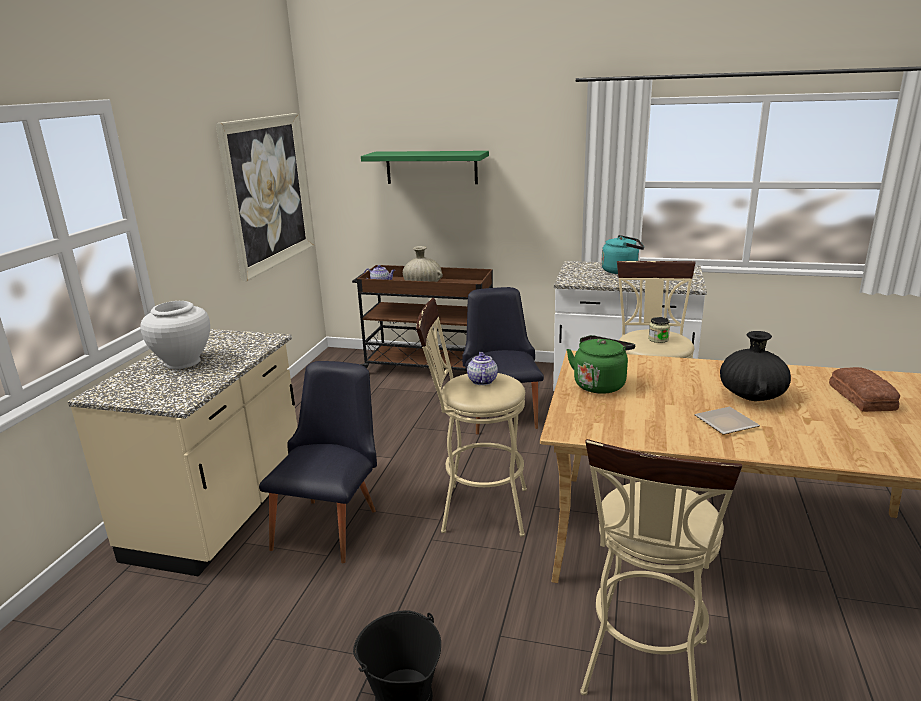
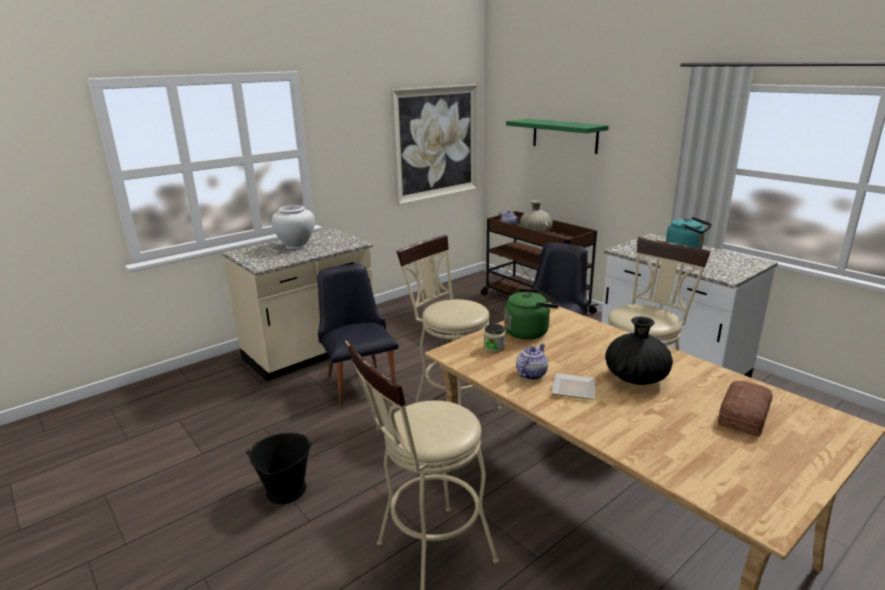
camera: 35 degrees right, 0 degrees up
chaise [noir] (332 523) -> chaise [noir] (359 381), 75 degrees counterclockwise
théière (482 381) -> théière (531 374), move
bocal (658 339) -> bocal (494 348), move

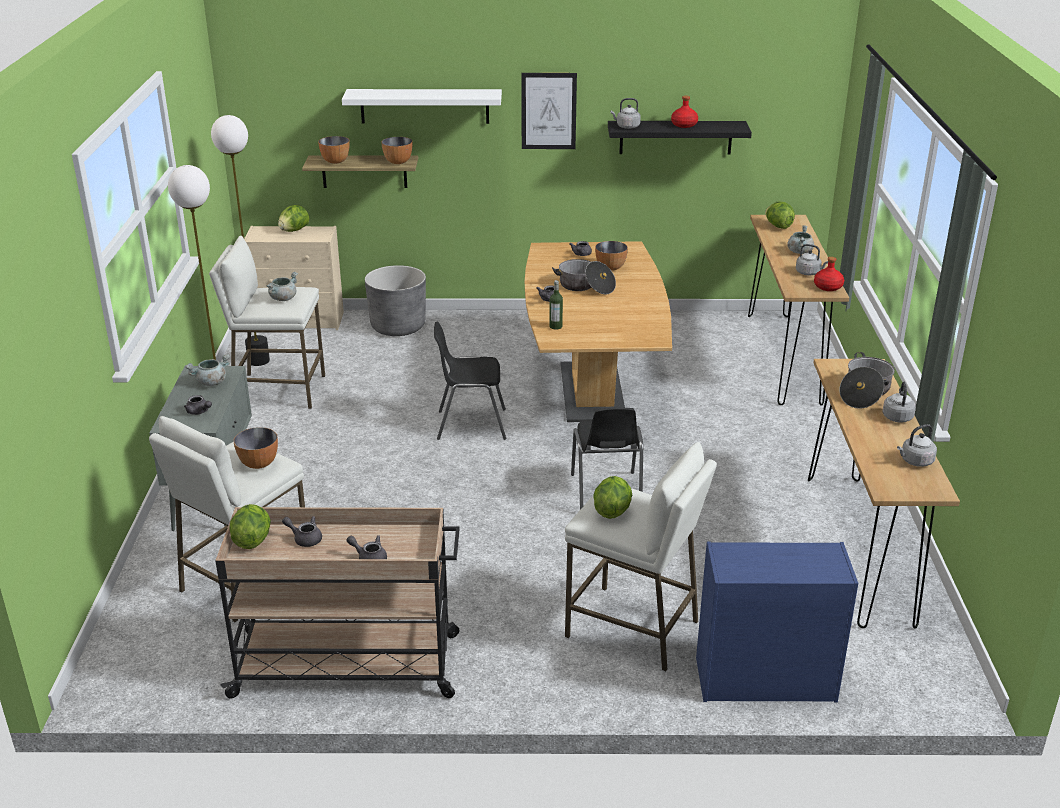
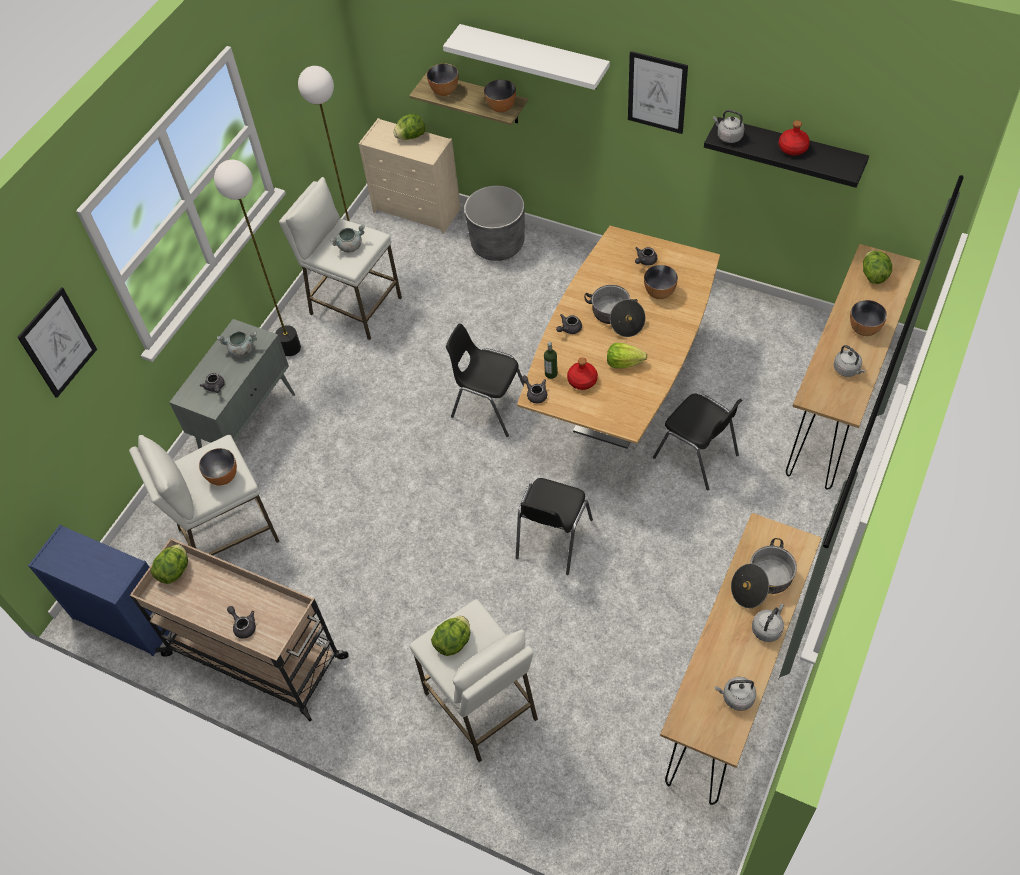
camera: 30 degrees right, 25 degrees up
théière [gris] (305 538) -> théière [gris] (535 394), move
commode [bleu] (763 679) -> commode [bleu] (125 616), move
marmite [gris] (799 251) -> bol (864 329)
bouteille [rouge] (828 287) -> bouteille [rouge] (582 381), move
none -> tableau (58 343)
none -> laitue (624 362)
none -> chaise [noir] (696 456)

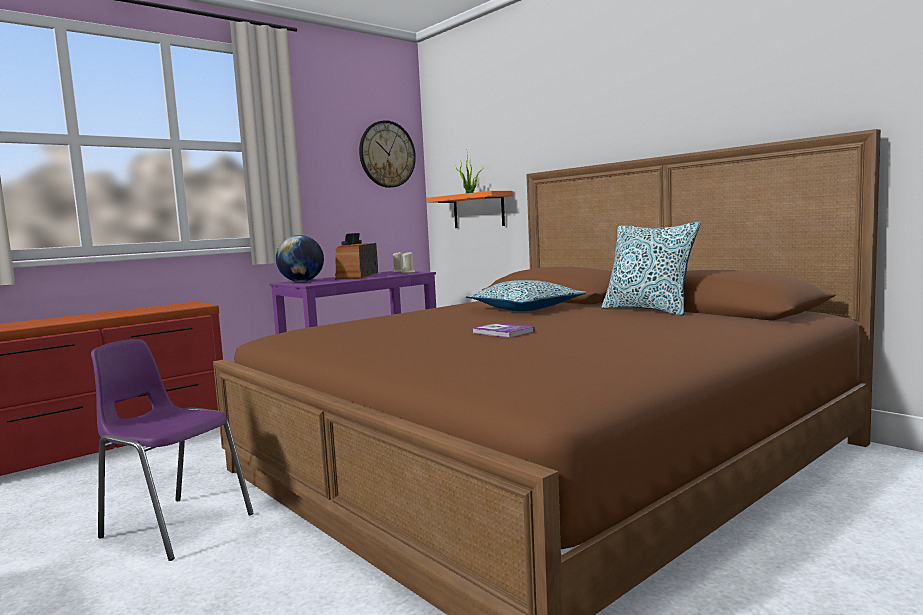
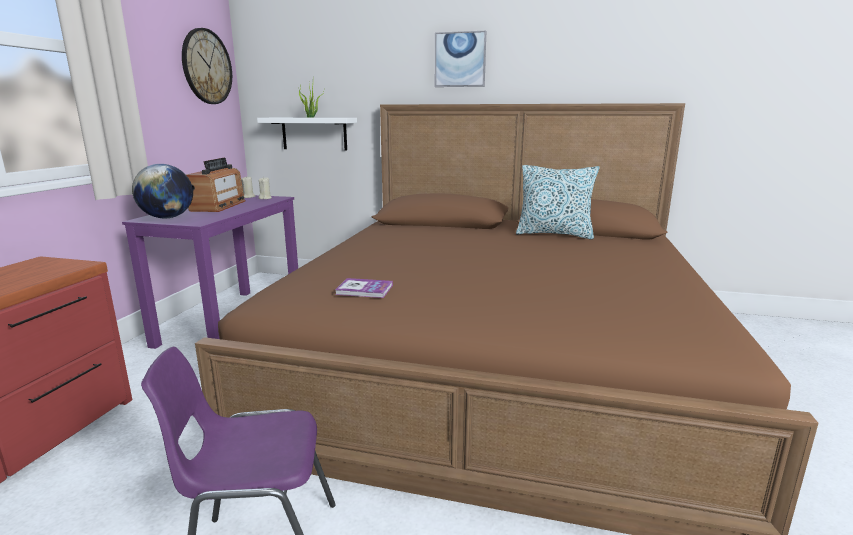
camera: 35 degrees left, 10 degrees up
radio (357 276) -> radio (218 206), 150 degrees counterclockwise
étagère [orange] (478 210) -> étagère [blanc] (314 133)
coussin (525 309) -> none
livre (503 332) -> livre (364 290), move
none -> tableau (460 59)

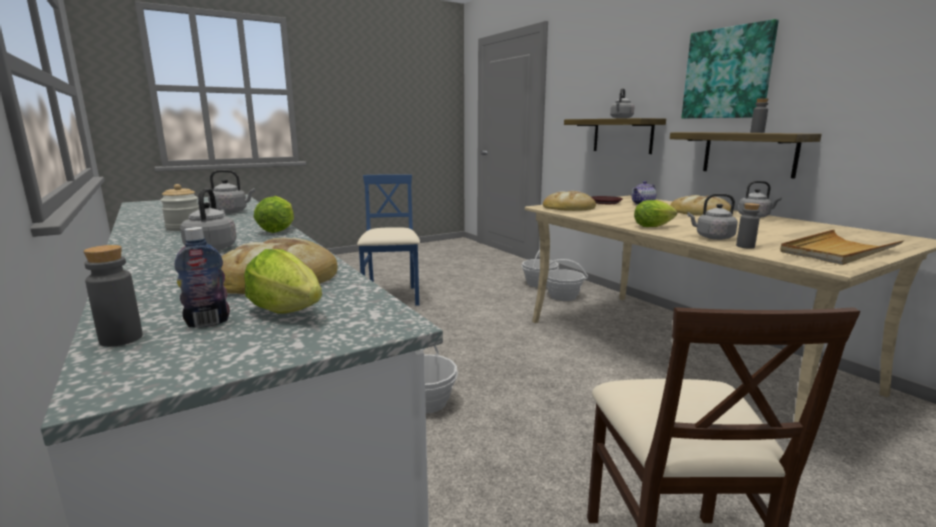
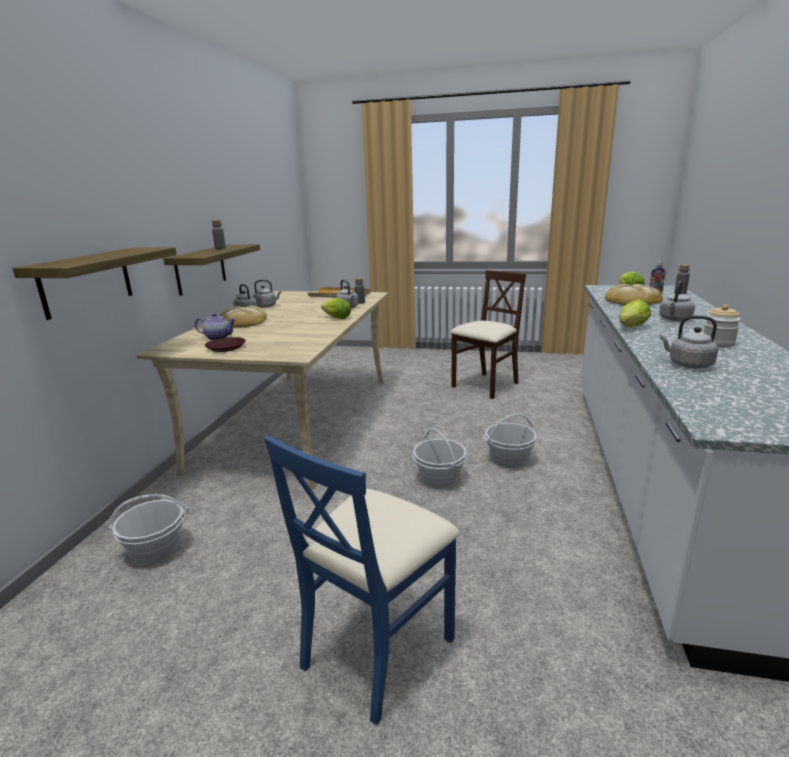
camera: 135 degrees left, 5 degrees up
pain (569 207) -> none
panier (563 296) -> panier (439 478), move
bouilloire [gris] (621 118) -> bouilloire [gris] (267 306), move
tableau (727 73) -> none

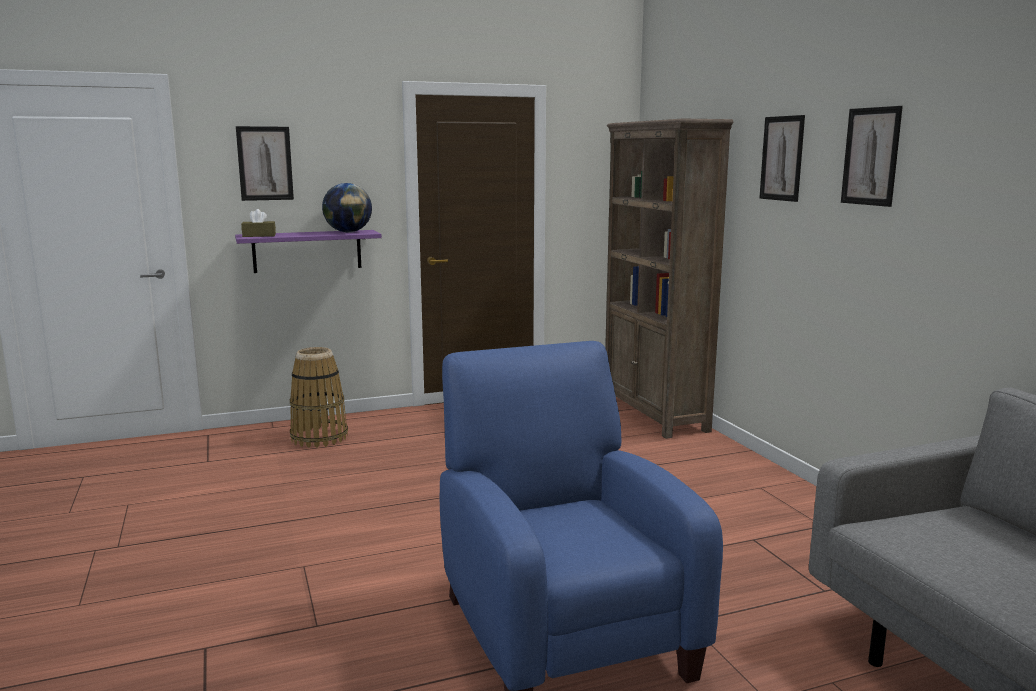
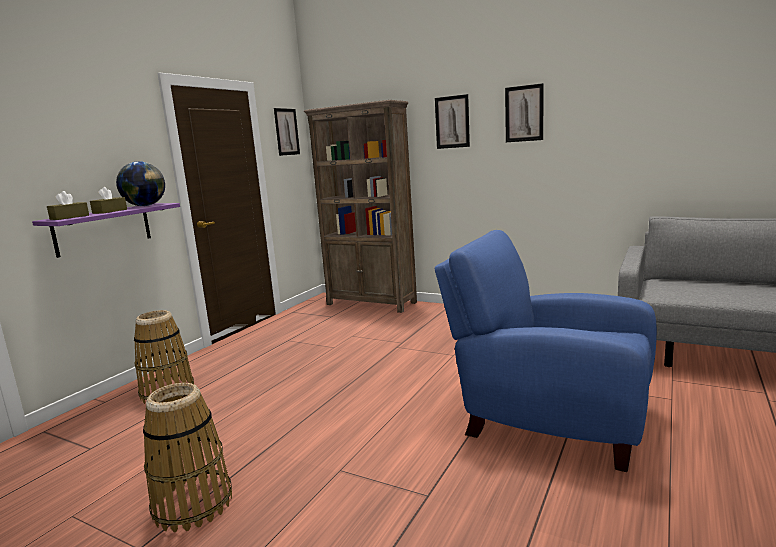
camera: 40 degrees left, 0 degrees up
tableau (265 163) -> tableau (286 132), move
none -> boîte à mouchoirs [marron] (110 211)
none -> panier (193 504)

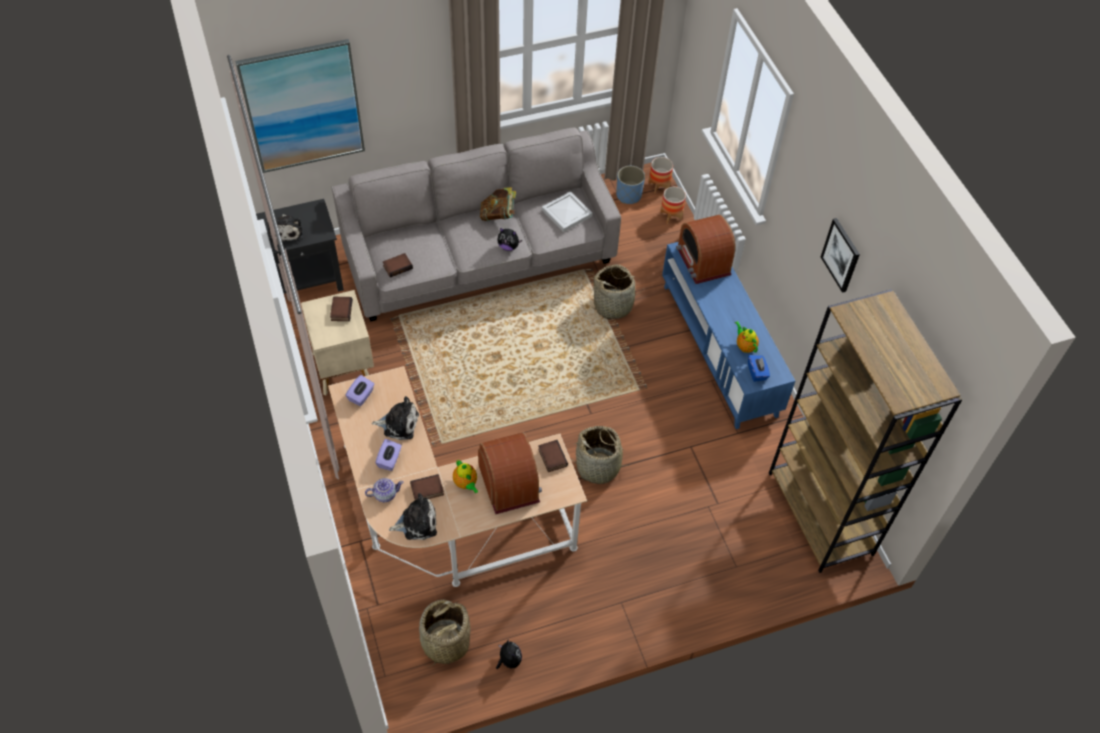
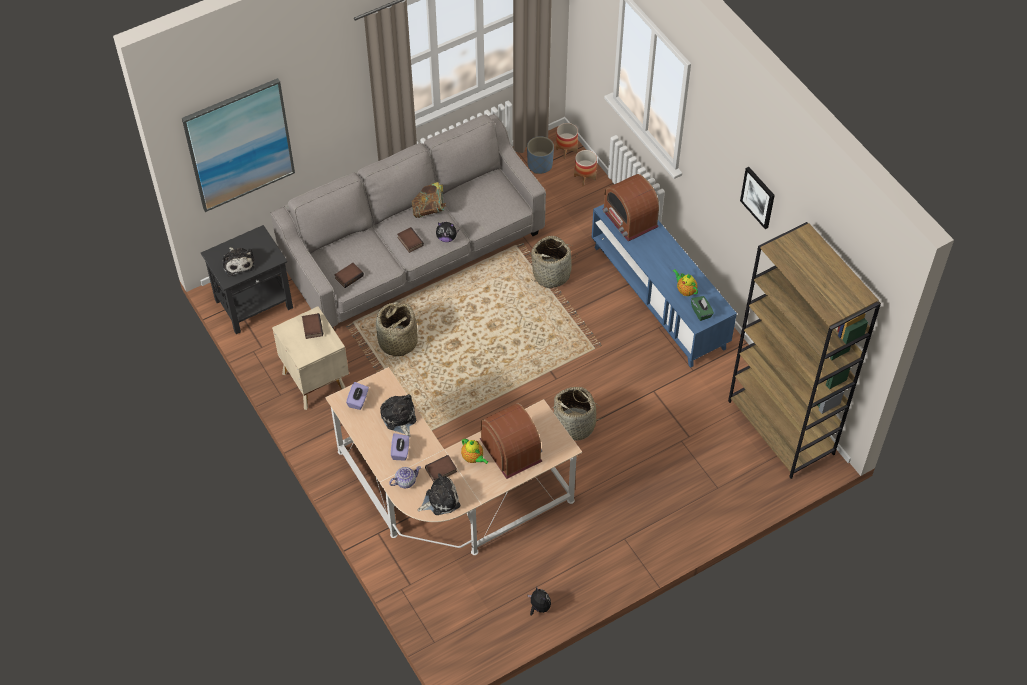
camera: 10 degrees left, 0 degrees up
peluche (398 423) -> peluche (399 418), 105 degrees counterclockwise
panier (445 642) -> panier (397 342), move
livre (551 457) -> livre (409 241), move
plateau [blanc] (567 213) -> none
boîte à mouchoirs [bleu] (757 372) -> boîte à mouchoirs [vert] (701 312)

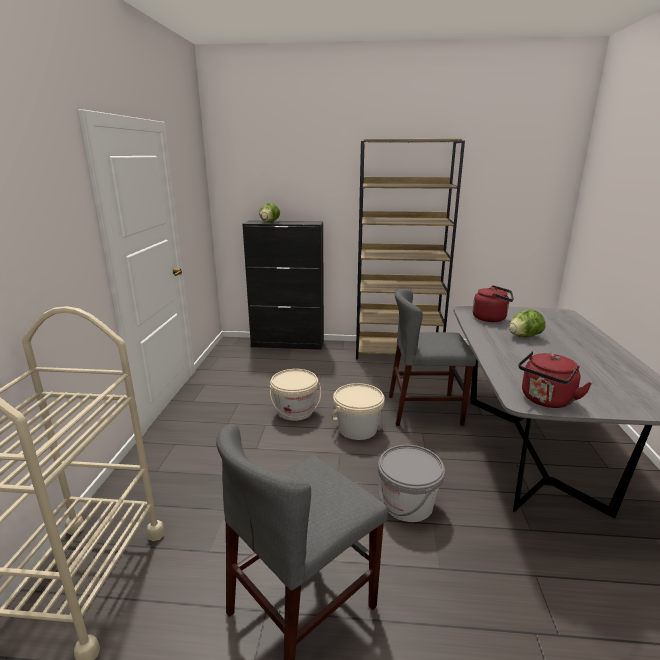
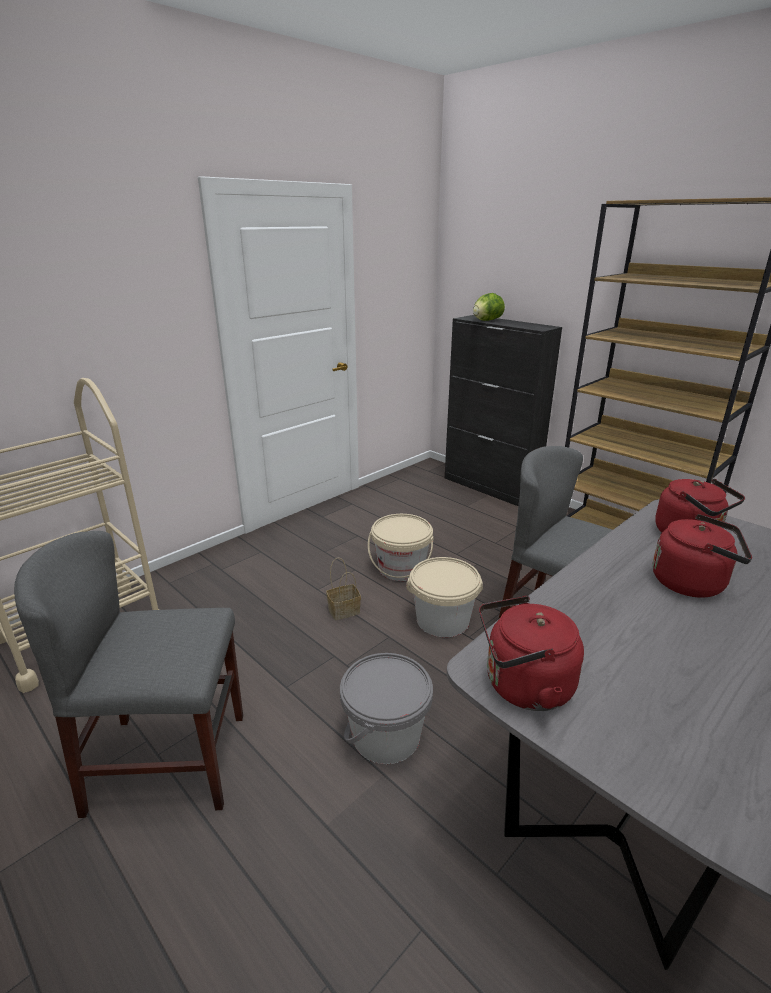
camera: 40 degrees right, 5 degrees up
laitue (524 336) -> bouilloire [rouge] (692 583)
none -> panier (344 610)

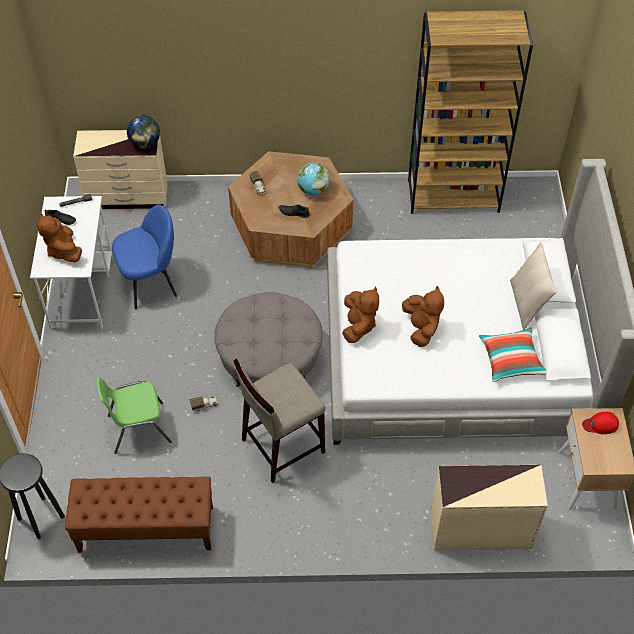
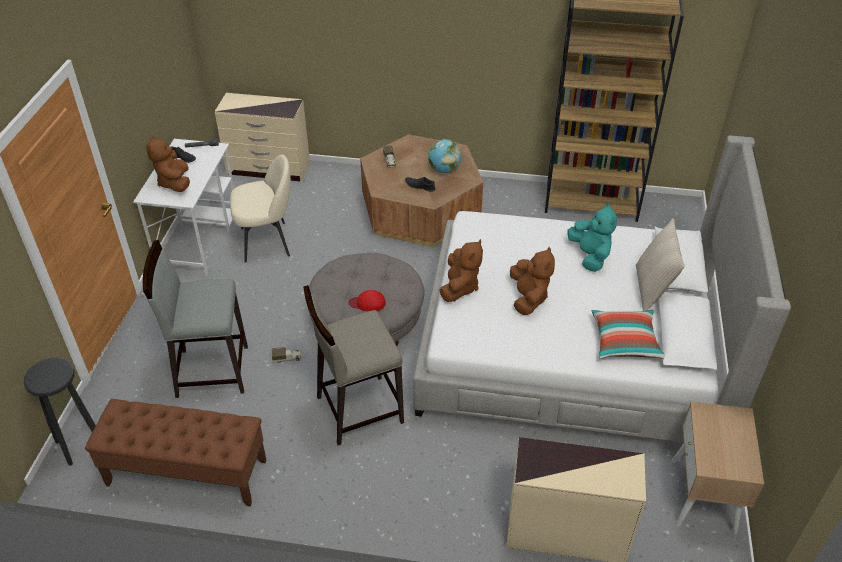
camera: 10 degrees right, 10 degrees down
chaise [vert] (138 428) -> tabouret [gris] (211 370)
chaise [bleu] (150 283) -> chaise [beige] (267 241)
globe (145 144) -> none
casquette [rouge] (600 424) -> casquette [rouge] (367 303), move
none -> peluche [turquoise] (590 256)

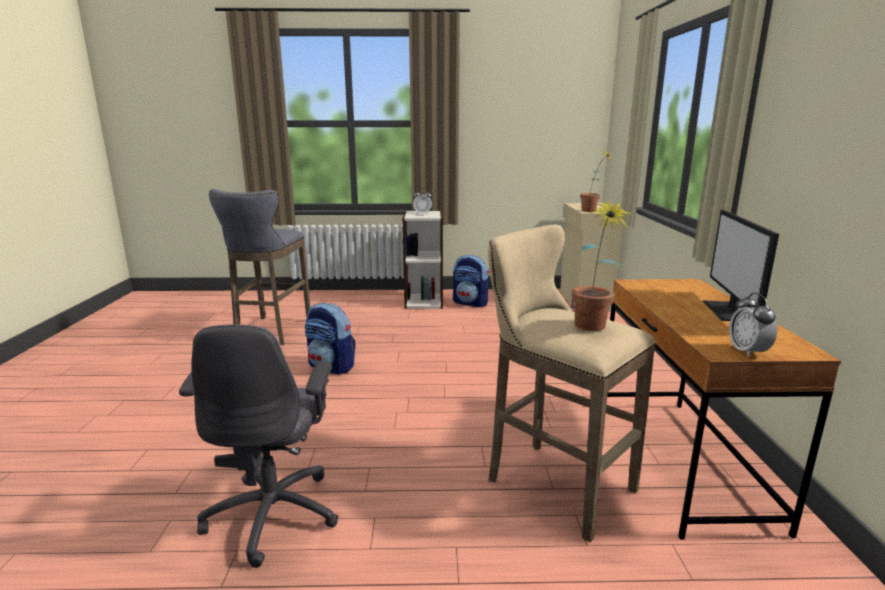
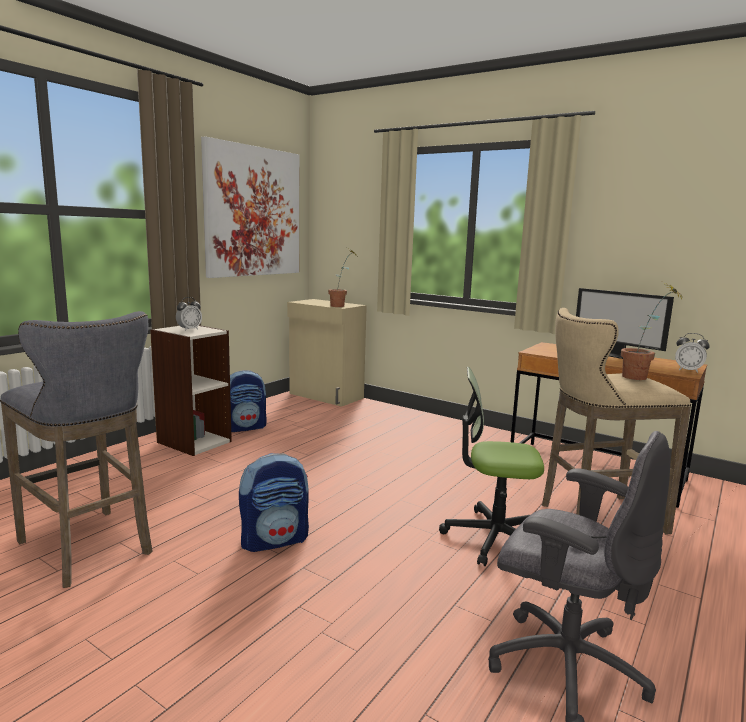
camera: 55 degrees left, 5 degrees down
none -> tableau (253 212)
none -> chaise de bureau (493 537)

